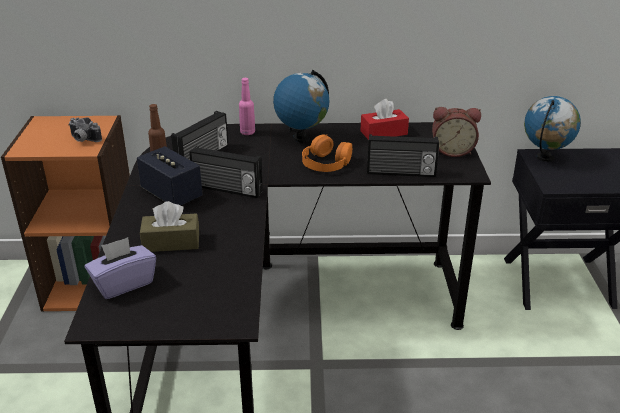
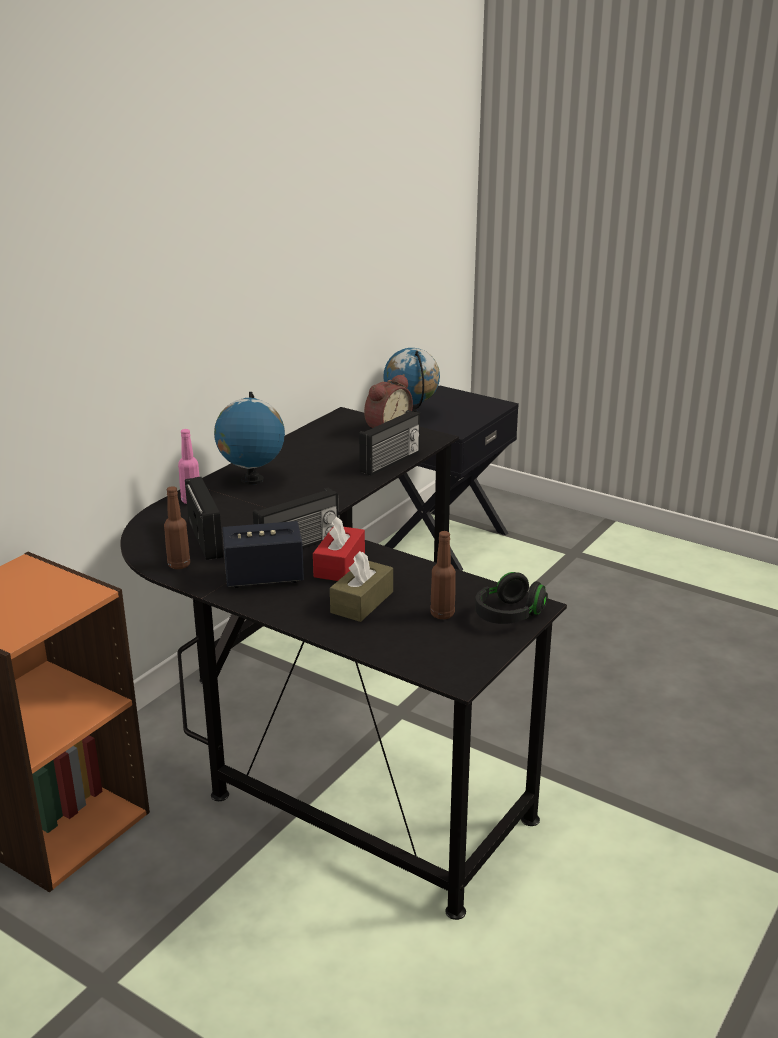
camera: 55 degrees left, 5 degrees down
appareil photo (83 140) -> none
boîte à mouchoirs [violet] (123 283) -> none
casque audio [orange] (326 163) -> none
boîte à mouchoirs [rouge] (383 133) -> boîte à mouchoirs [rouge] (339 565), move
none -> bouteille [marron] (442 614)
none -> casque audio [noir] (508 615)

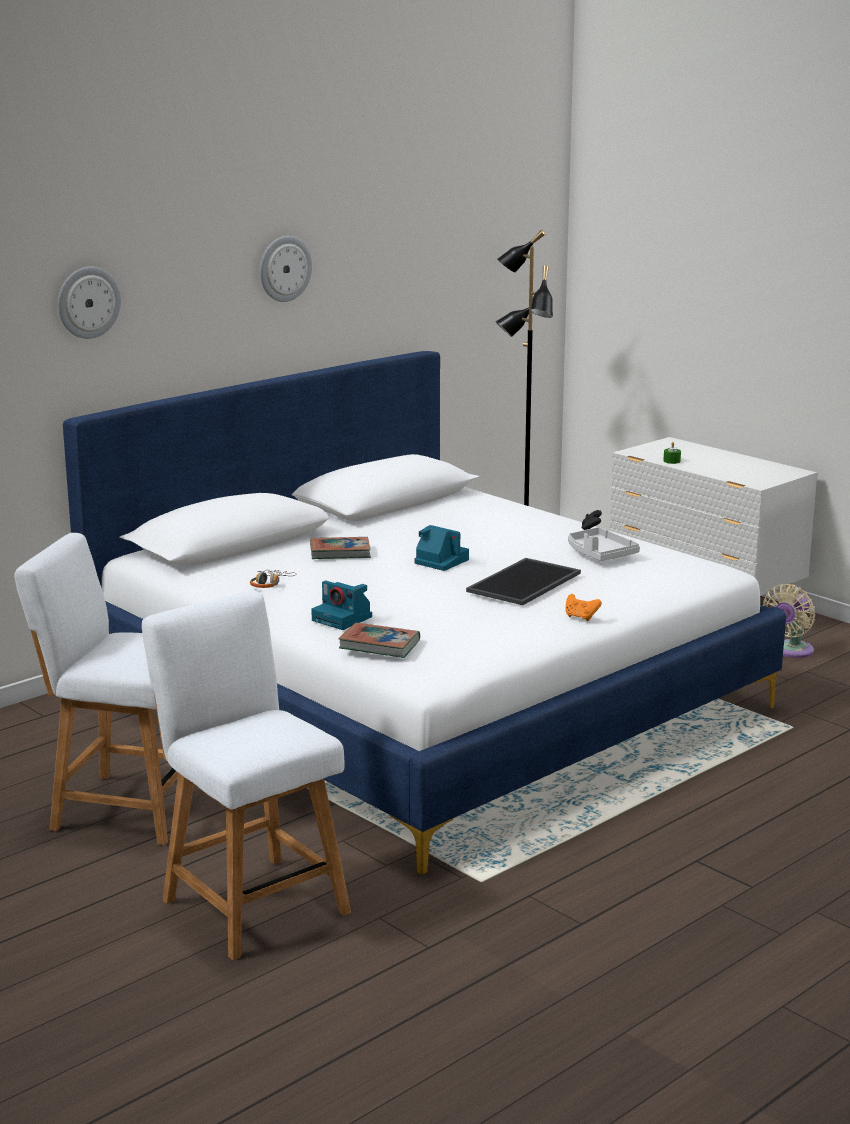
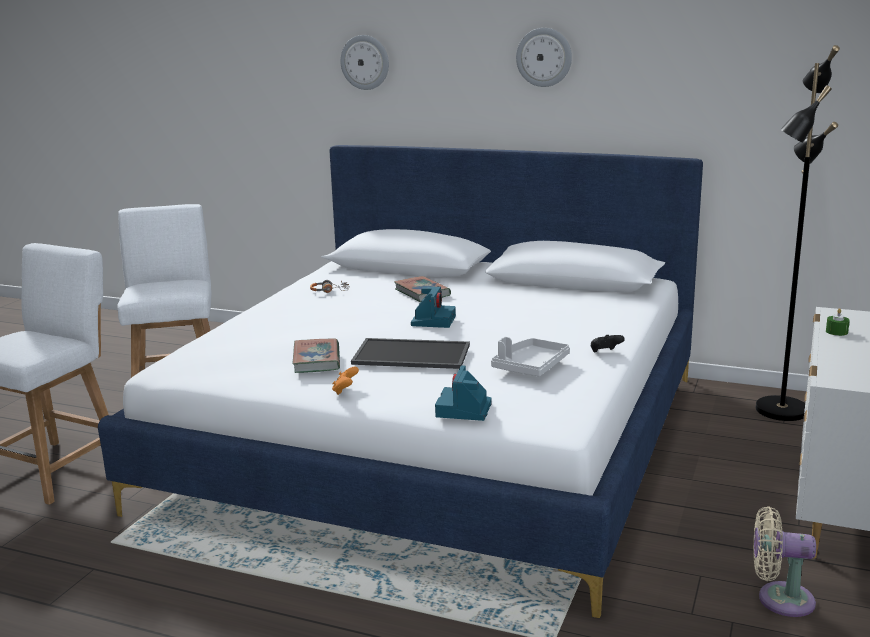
camera: 65 degrees right, 0 degrees up
appareil photo (343 619) -> appareil photo (464 410), move
livre (379 645) -> livre (317 360), move

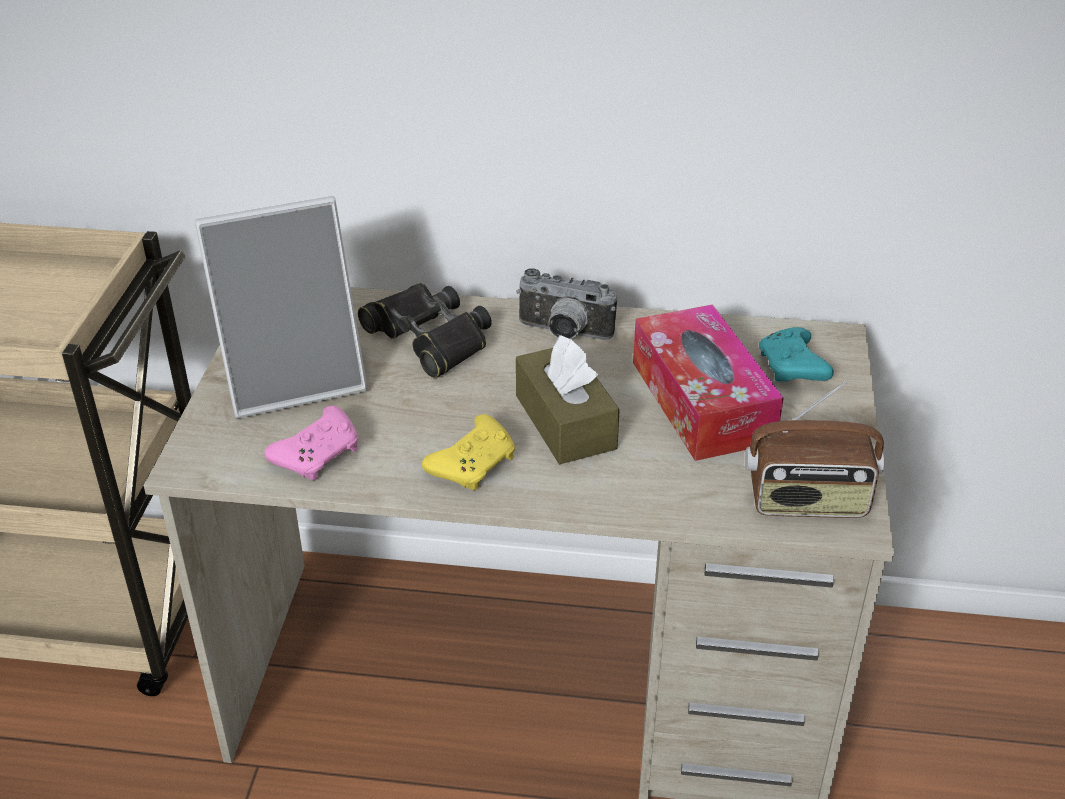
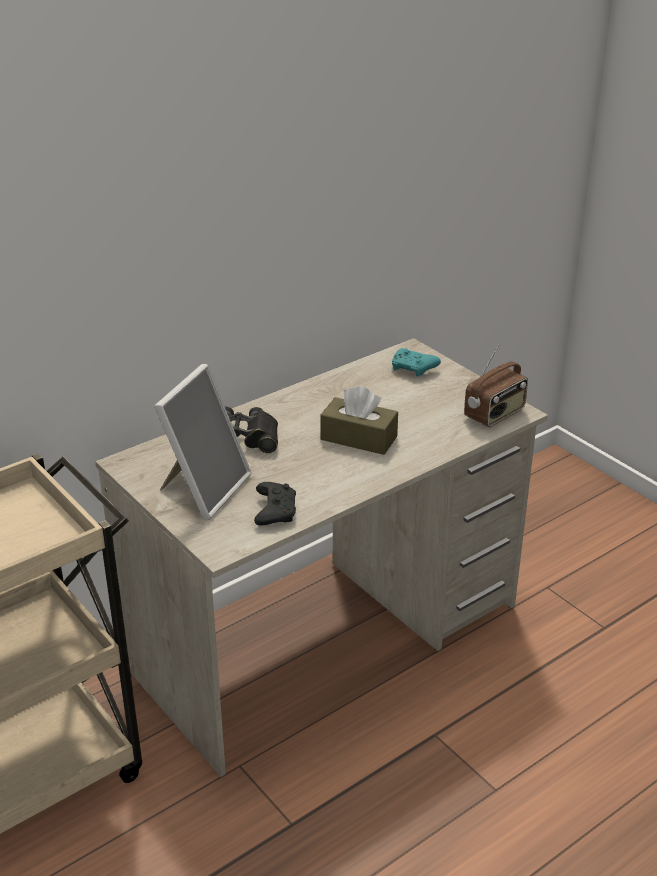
camera: 45 degrees left, 5 degrees down
manette [rose] (319 454) -> manette [noir] (275 511)
manette [jaune] (474 464) -> none
appareil photo (563 334) -> none
boîte à mouchoirs (701 401) -> none

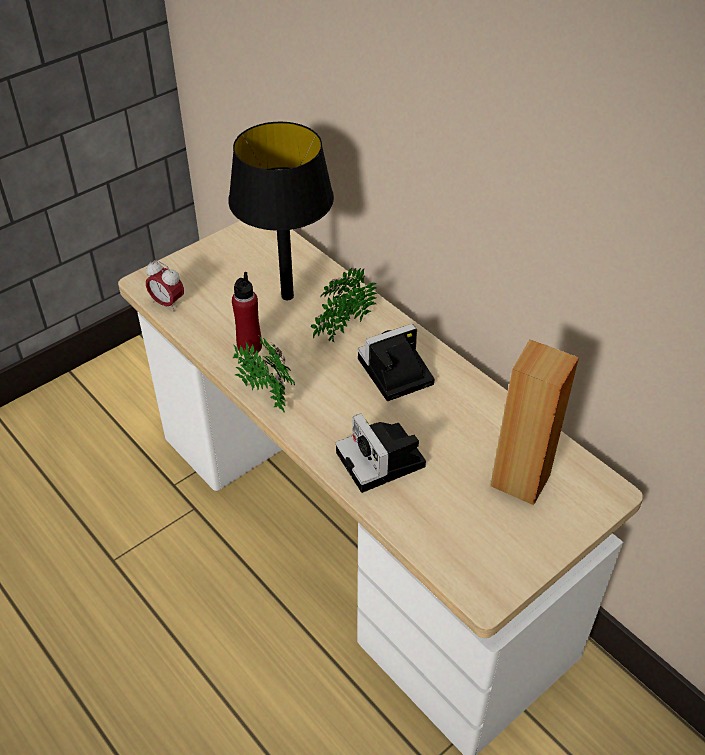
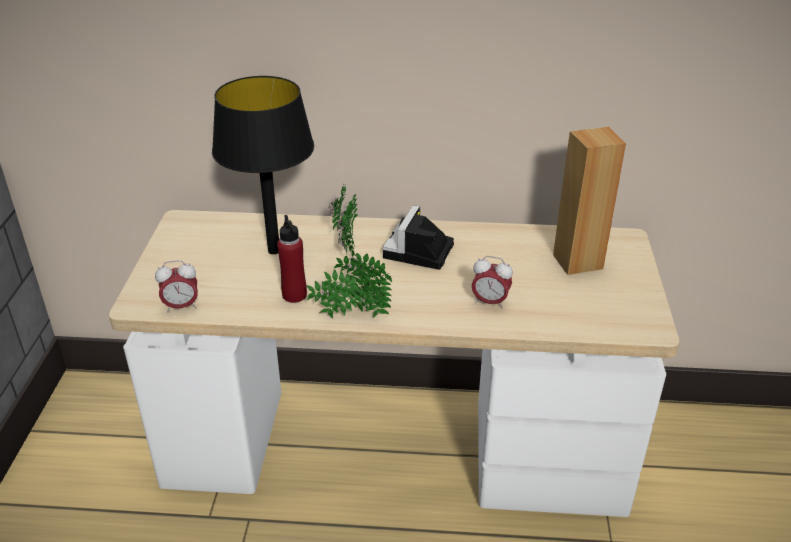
camera: 45 degrees left, 10 degrees down
appareil photo (383 461) -> réveil (490 302)

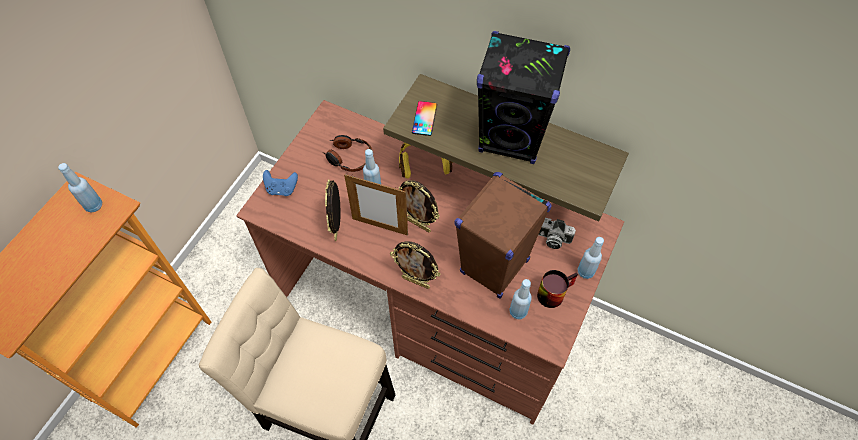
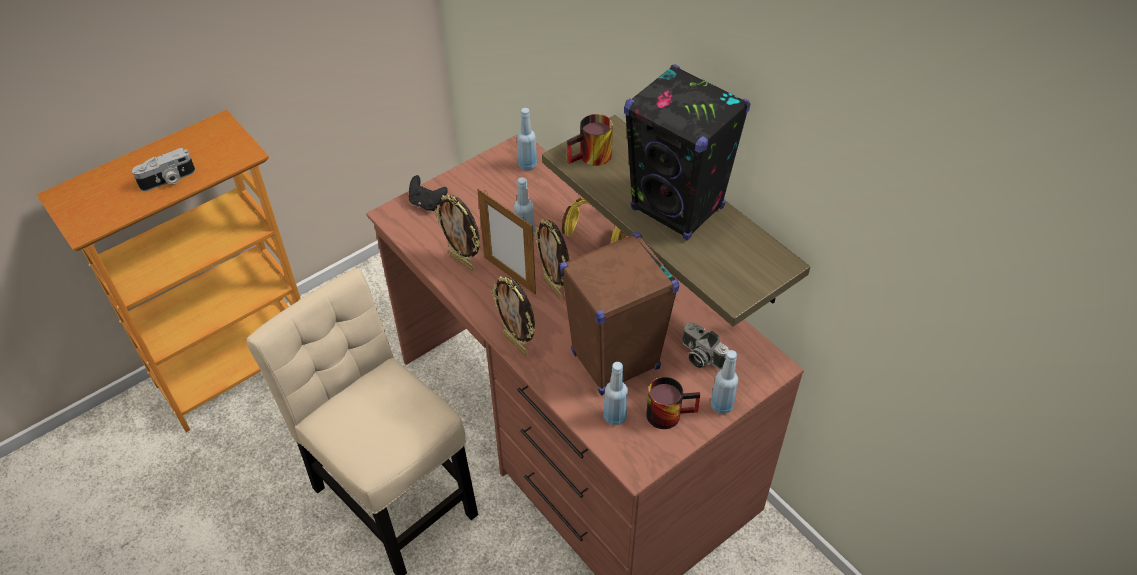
camera: 25 degrees right, 10 degrees down
bouteille [bleu] (94 205) -> bouteille [bleu] (527 165), move
manette [bleu] (282 189) -> manette [noir] (427 203)
casque audio (349 157) -> none
cadre photo (338 229) -> cadre photo (463 261), 75 degrees counterclockwise
téléphone (424 118) -> mug (592 158)
none -> appareil photo (168 180)

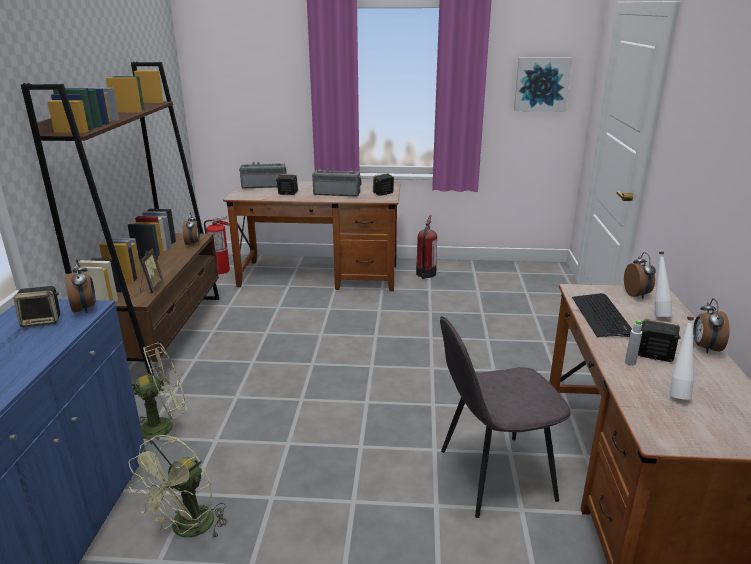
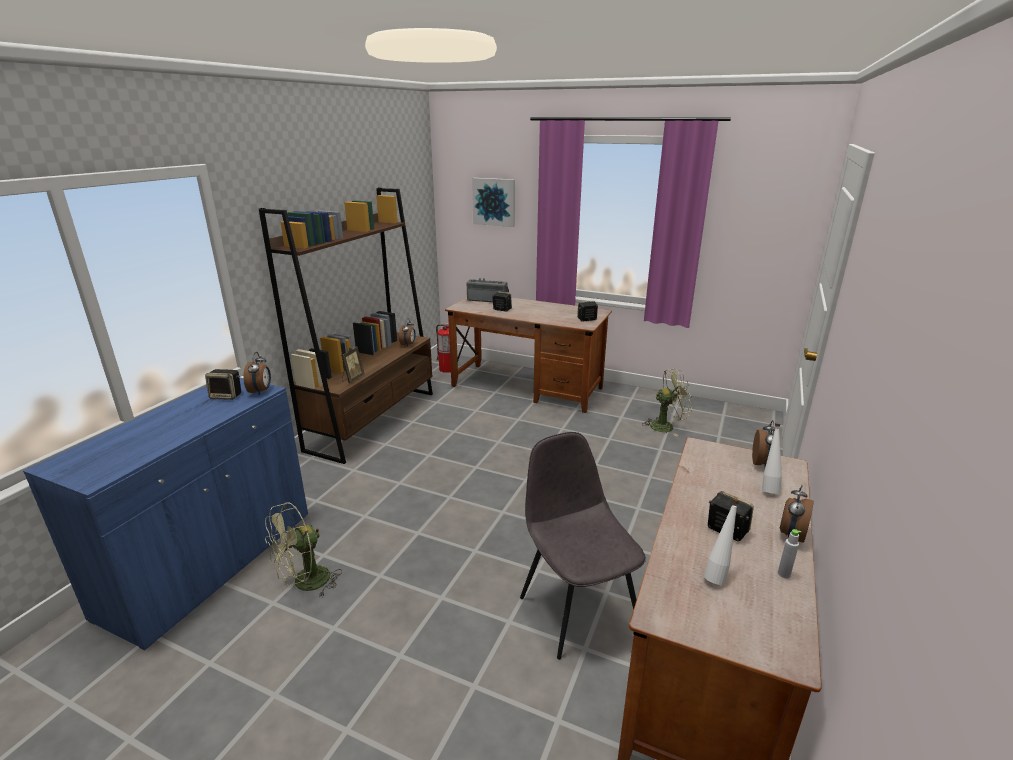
camera: 20 degrees right, 0 degrees up
ventilateur [vert] (164 426) -> ventilateur [vert] (666 426), move
radio (337 193) -> none
extincteur (425 274) -> none
chaise [gris] (493 475) -> chaise [gris] (577 609), 60 degrees clockwise
tableau (541 84) -> tableau (494 202), move
clavier (602 316) -> none
bouteille [gris] (630 362) -> bouteille [gris] (783 574), move

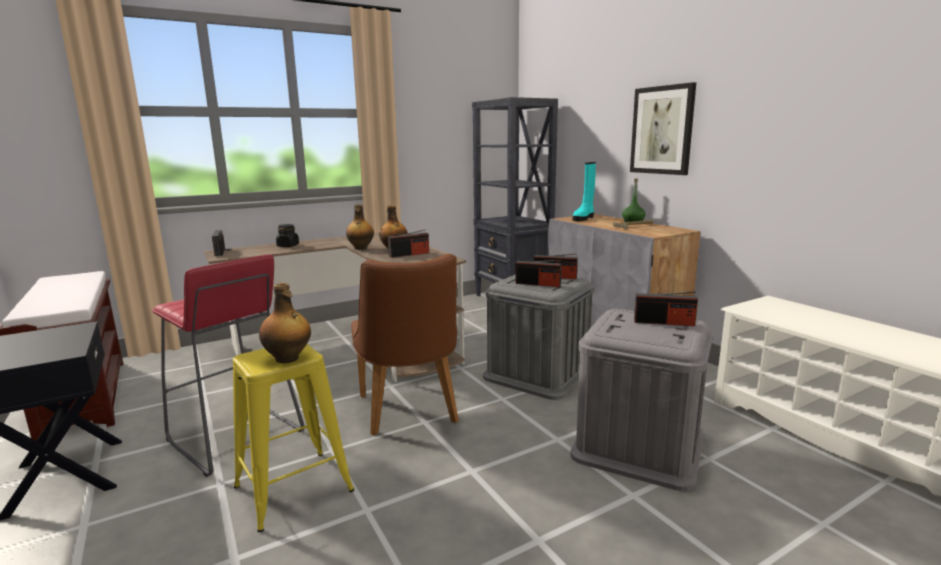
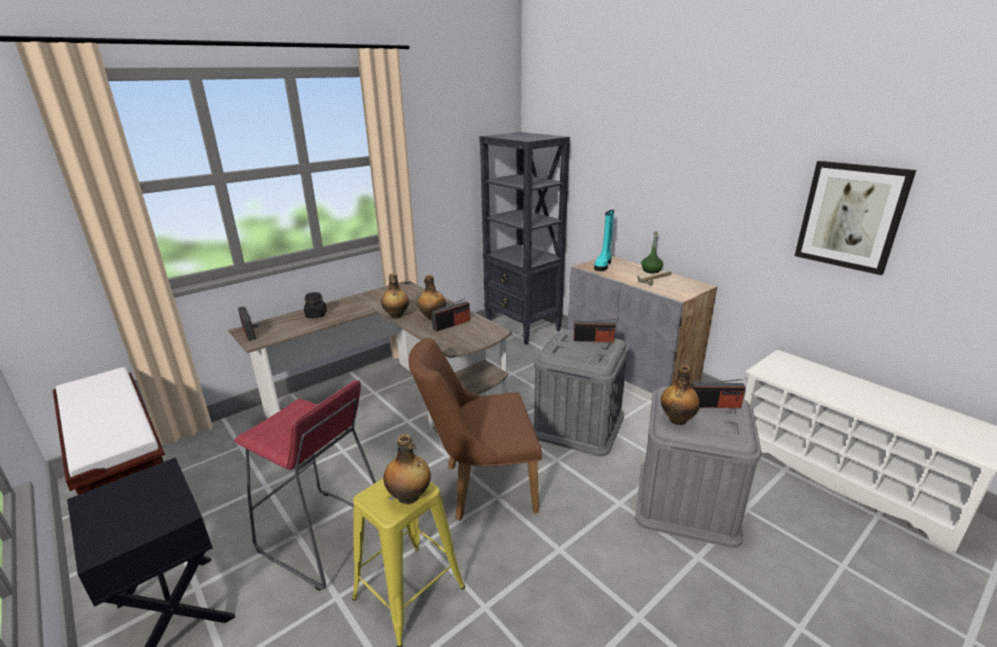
camera: 10 degrees left, 10 degrees up
chaise [marron] (410 413) -> chaise [marron] (480 487), 105 degrees clockwise
radio (538 284) -> none
tableau (662 130) -> tableau (851 216), move
none -> bouteille (677 419)

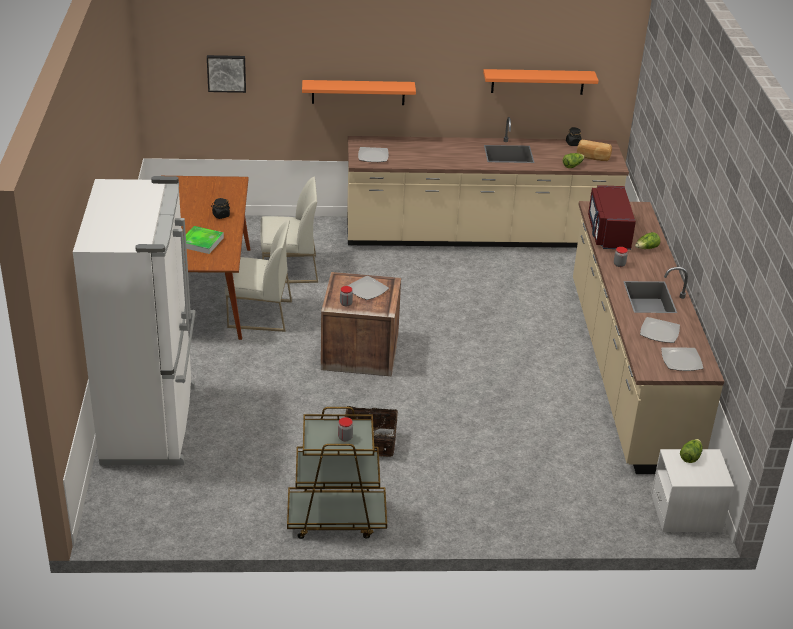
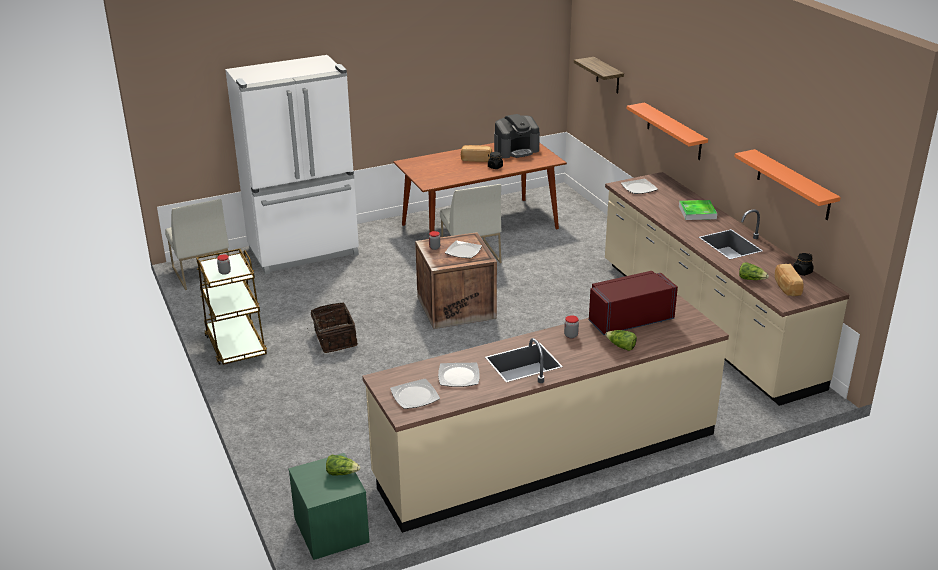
camera: 70 degrees right, 5 degrees down
plateau (201 242) -> plateau (697 212), move
tableau (226 73) -> étagère (608 76)
chaise [blanc] (289 269) -> chaise [blanc] (201 273), move
table de chevet [blanc] (686 513) -> table de chevet [vert] (331 531)
none -> pain (476 159)
none -> machine à café (516 150)

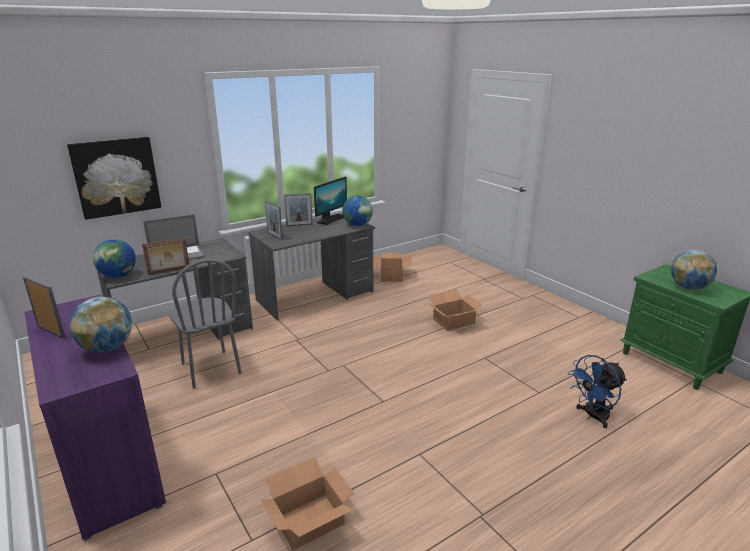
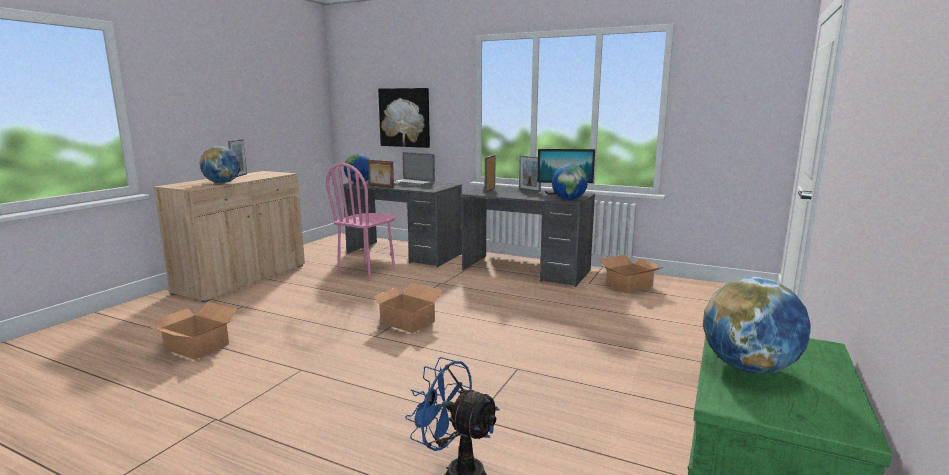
camera: 60 degrees right, 10 degrees down
meuble de rangement [violet] (109 462) -> meuble de rangement [beige] (243 279)
chaise [gris] (210 369) -> chaise [rose] (367 271)
carton (453 321) -> carton (407 322), move

